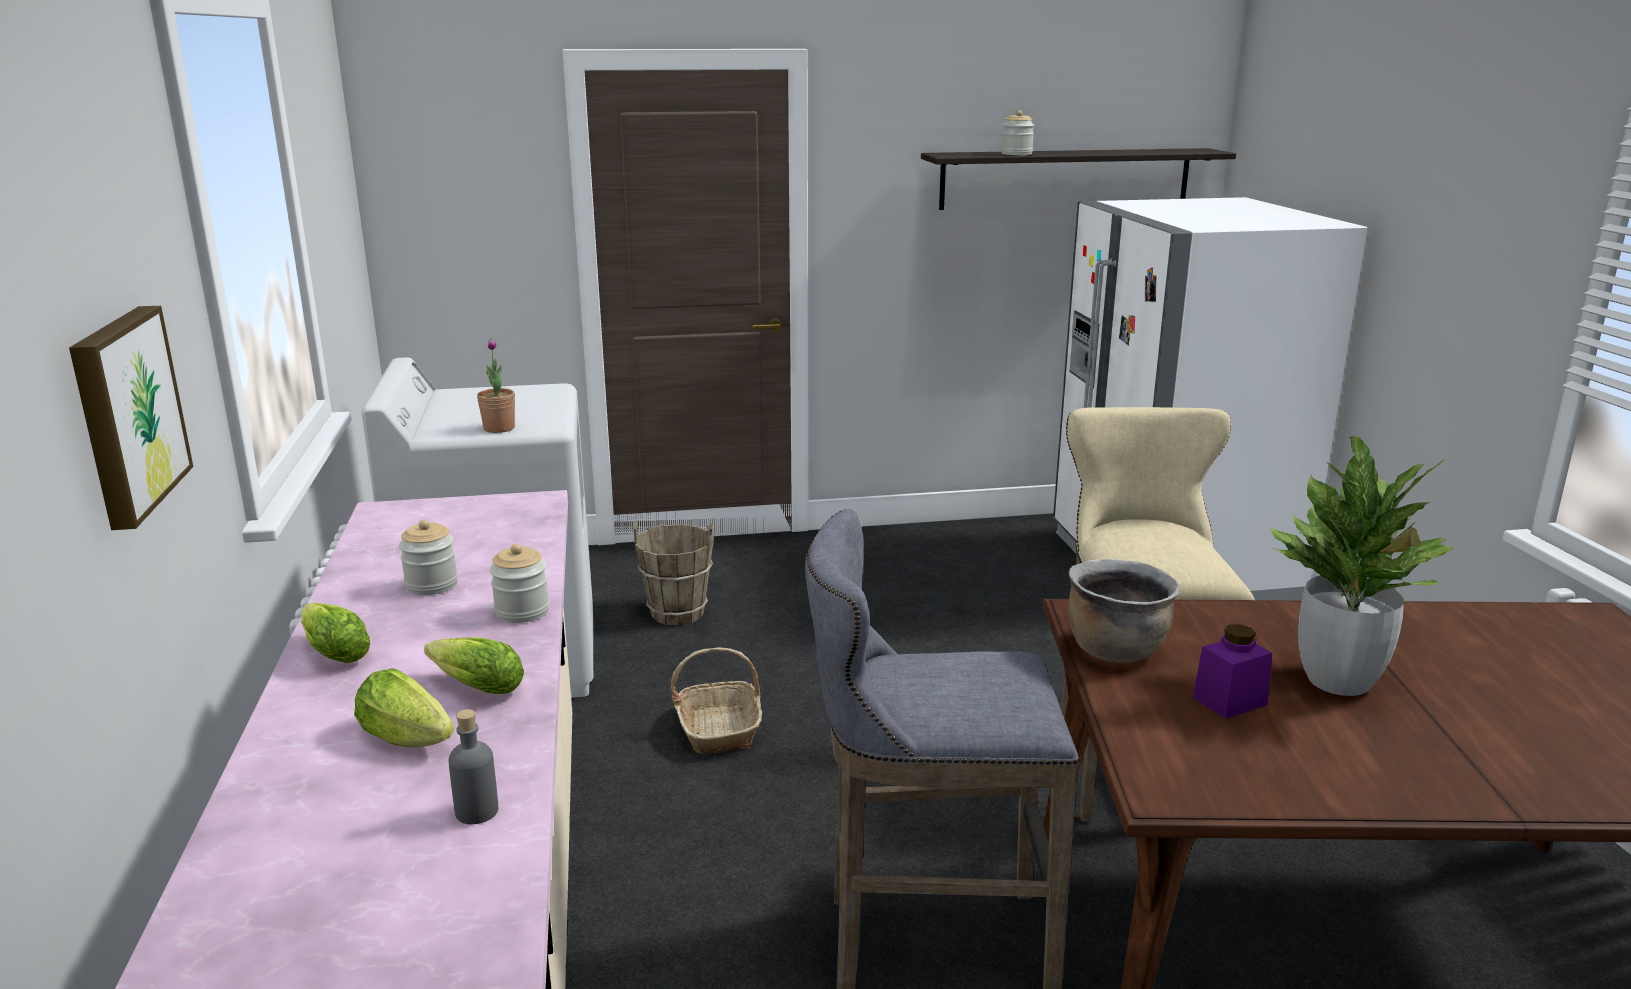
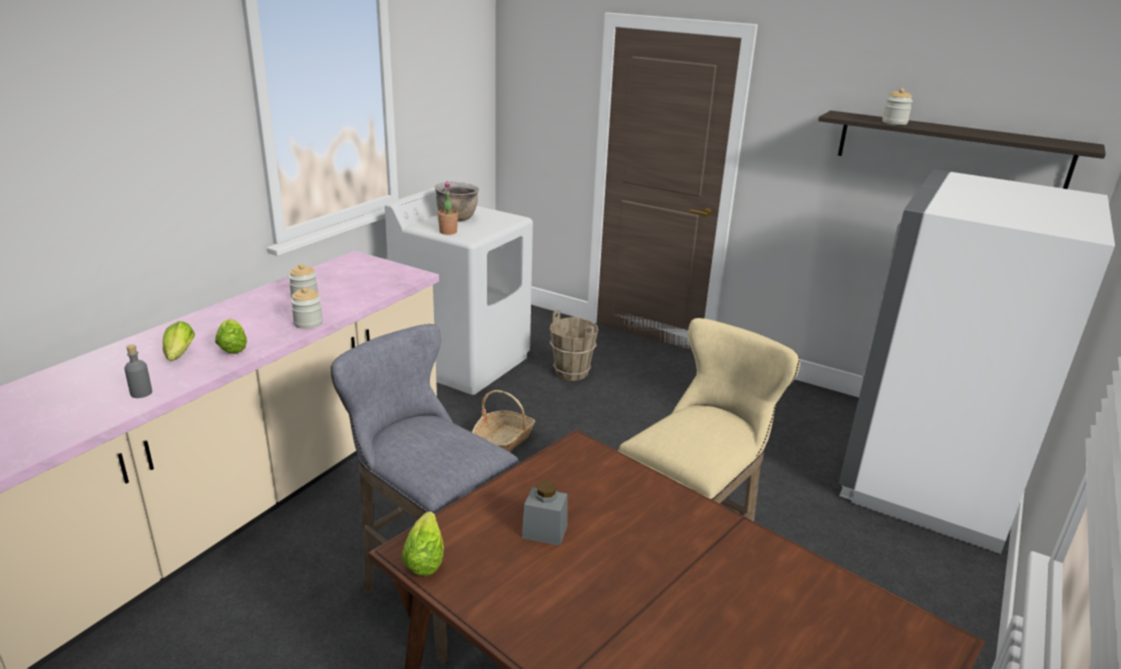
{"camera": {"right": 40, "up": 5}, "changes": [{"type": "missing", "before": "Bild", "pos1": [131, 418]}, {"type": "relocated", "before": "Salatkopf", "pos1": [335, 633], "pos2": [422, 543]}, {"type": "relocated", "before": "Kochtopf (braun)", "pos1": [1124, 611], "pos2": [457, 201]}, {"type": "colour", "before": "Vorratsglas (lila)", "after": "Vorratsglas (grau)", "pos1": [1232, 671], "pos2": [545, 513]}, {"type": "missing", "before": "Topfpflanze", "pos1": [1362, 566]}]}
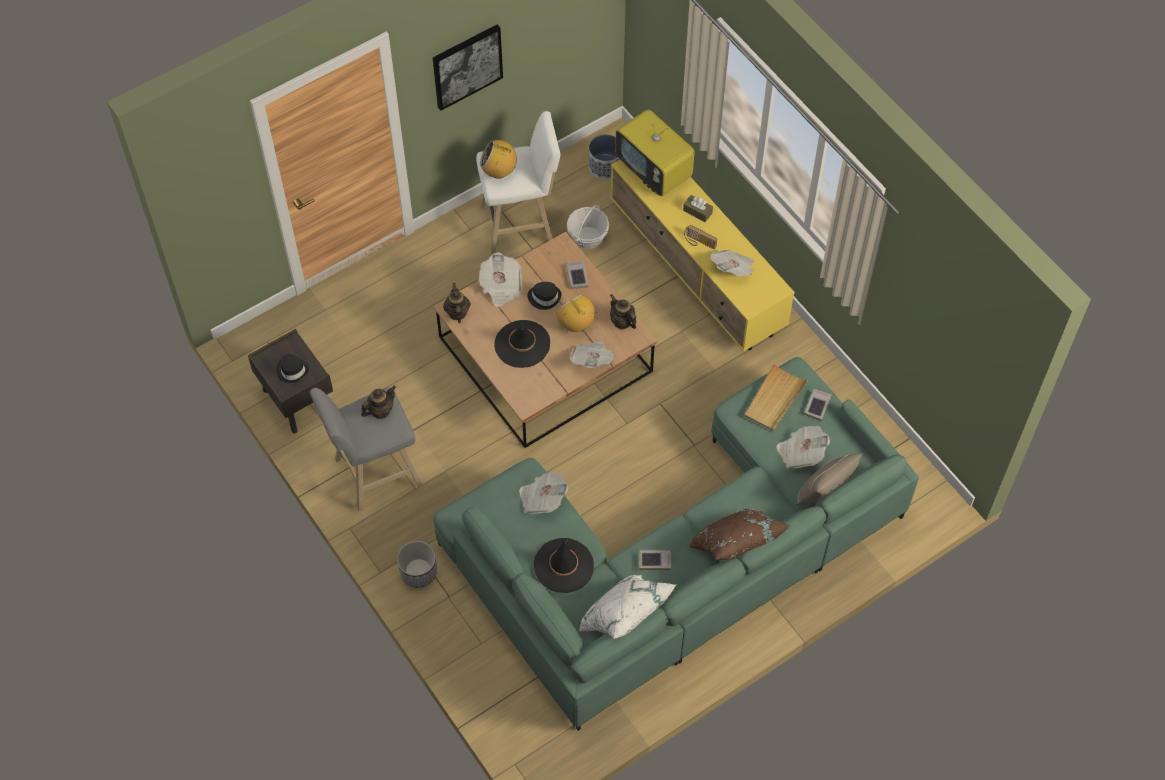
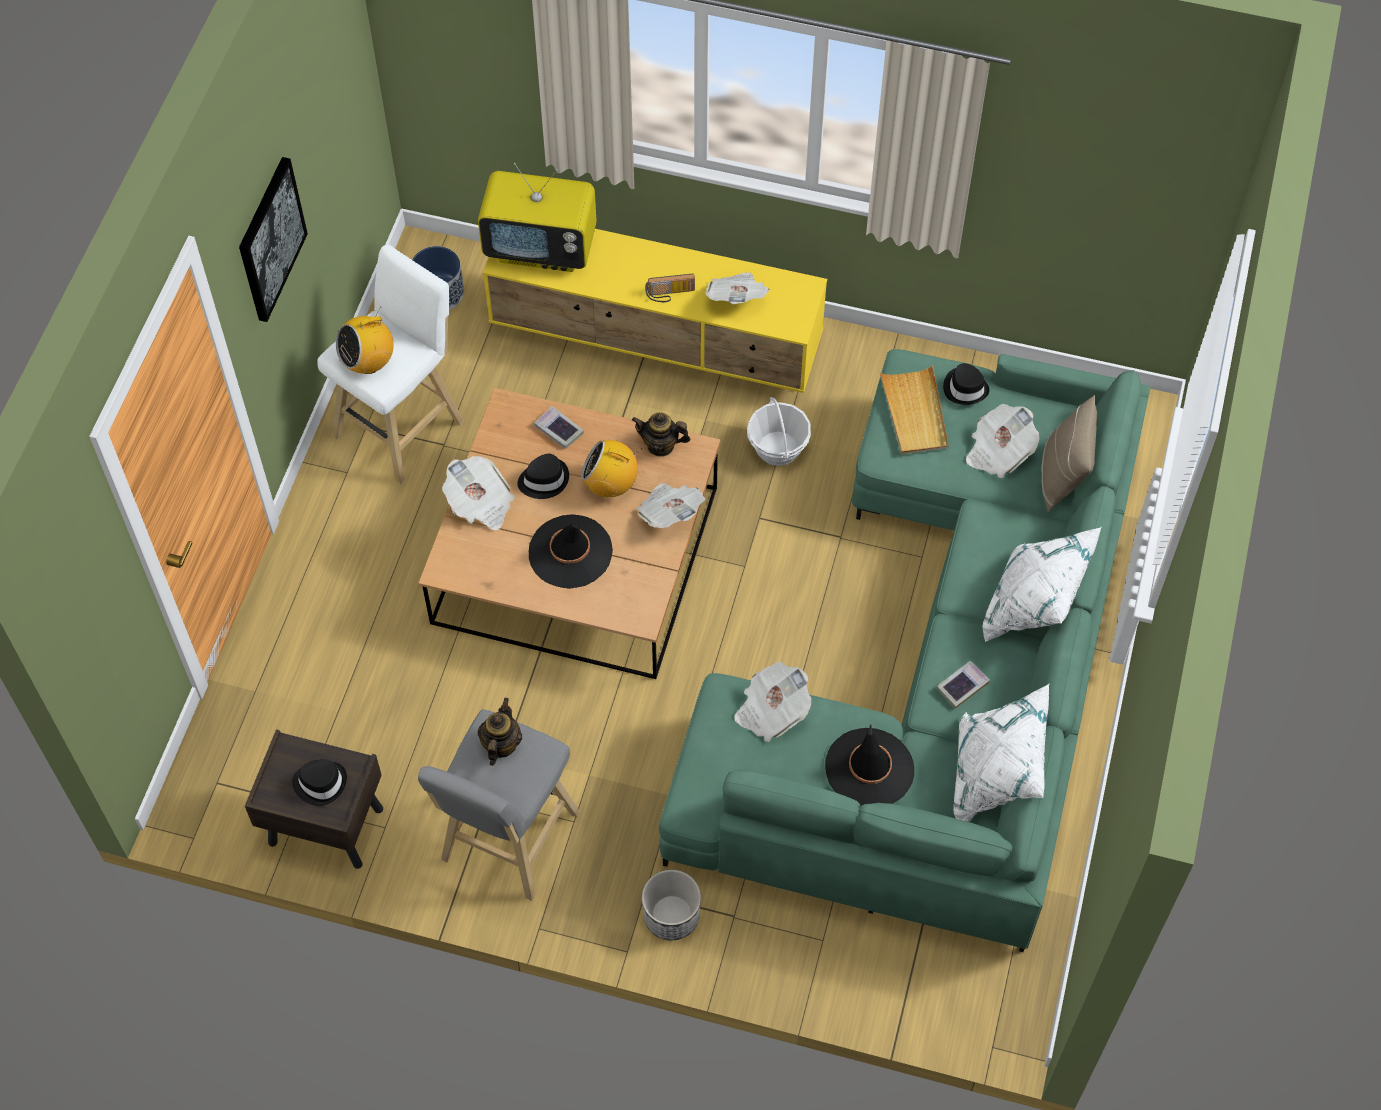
{"camera": {"right": -40, "up": 0}, "changes": [{"type": "missing", "before": "Teekanne", "pos1": [457, 303]}, {"type": "relocated", "before": "Korb", "pos1": [588, 227], "pos2": [779, 431]}, {"type": "missing", "before": "Taschentuchbox (braun)", "pos1": [698, 208]}, {"type": "colour", "before": "Kissen (braun)", "after": "Kissen (weiß)", "pos1": [740, 534], "pos2": [1042, 584]}, {"type": "exchanged", "before": "Buch", "after": "Hut (schwarz)", "pos1": [817, 405], "pos2": [966, 384]}]}
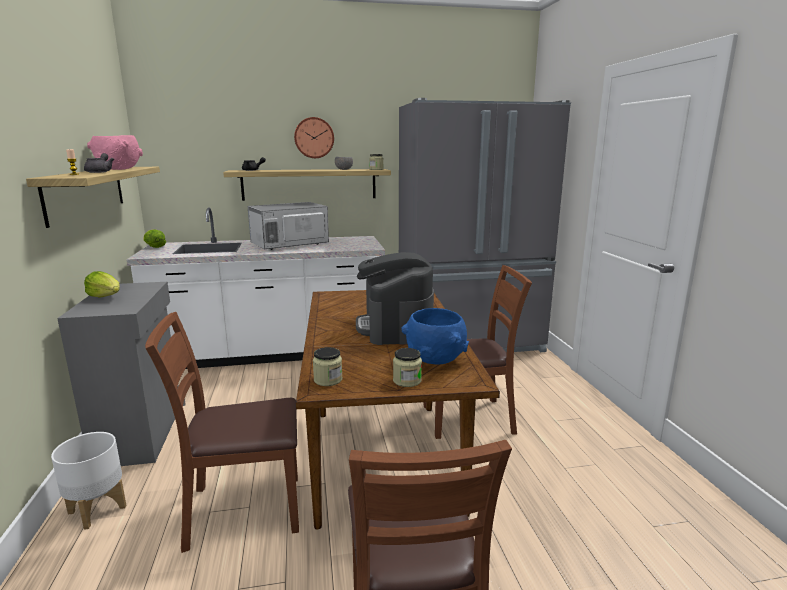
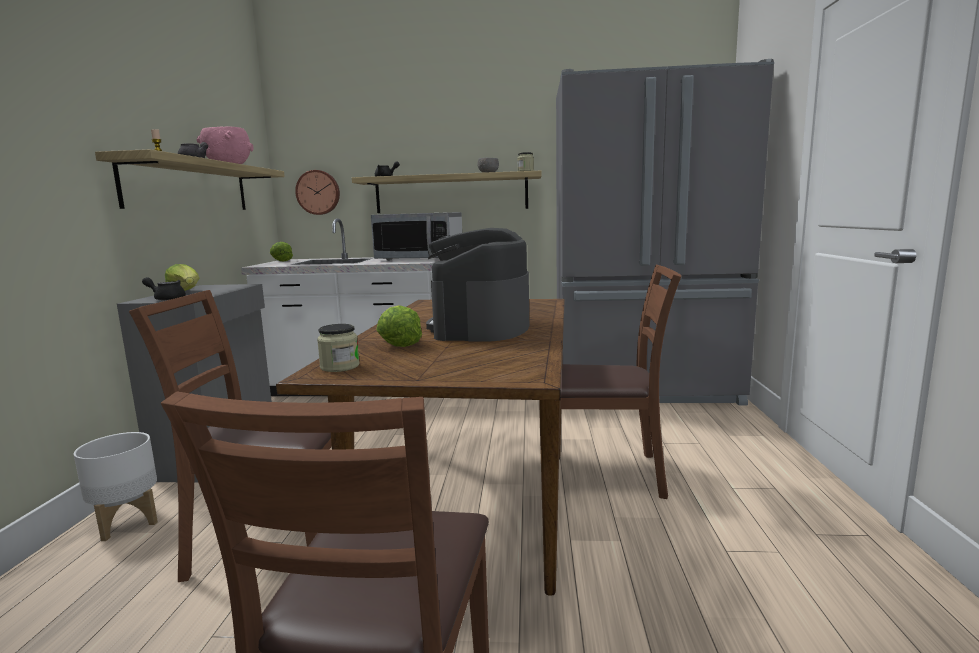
{"camera": {"right": 15, "up": -5}, "changes": [{"type": "spun", "before": "Mikrowelle", "pos1": [288, 226], "pos2": [416, 236], "turn": -150}, {"type": "relocated", "before": "Wanduhr", "pos1": [314, 137], "pos2": [317, 192]}, {"type": "missing", "before": "Vorratsglas", "pos1": [407, 367]}, {"type": "missing", "before": "Schüssel (blau)", "pos1": [435, 336]}, {"type": "appeared", "after": "Teekanne (schwarz)", "pos2": [164, 289]}, {"type": "appeared", "after": "Salatkopf", "pos2": [399, 326]}]}
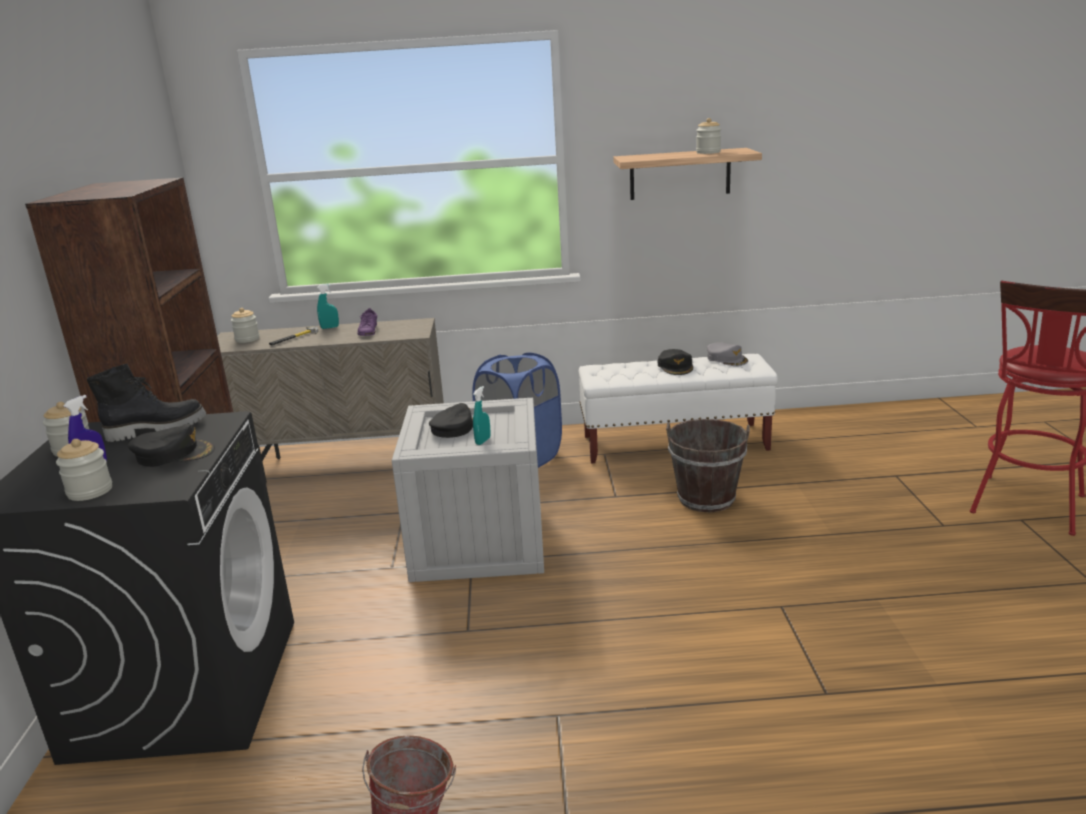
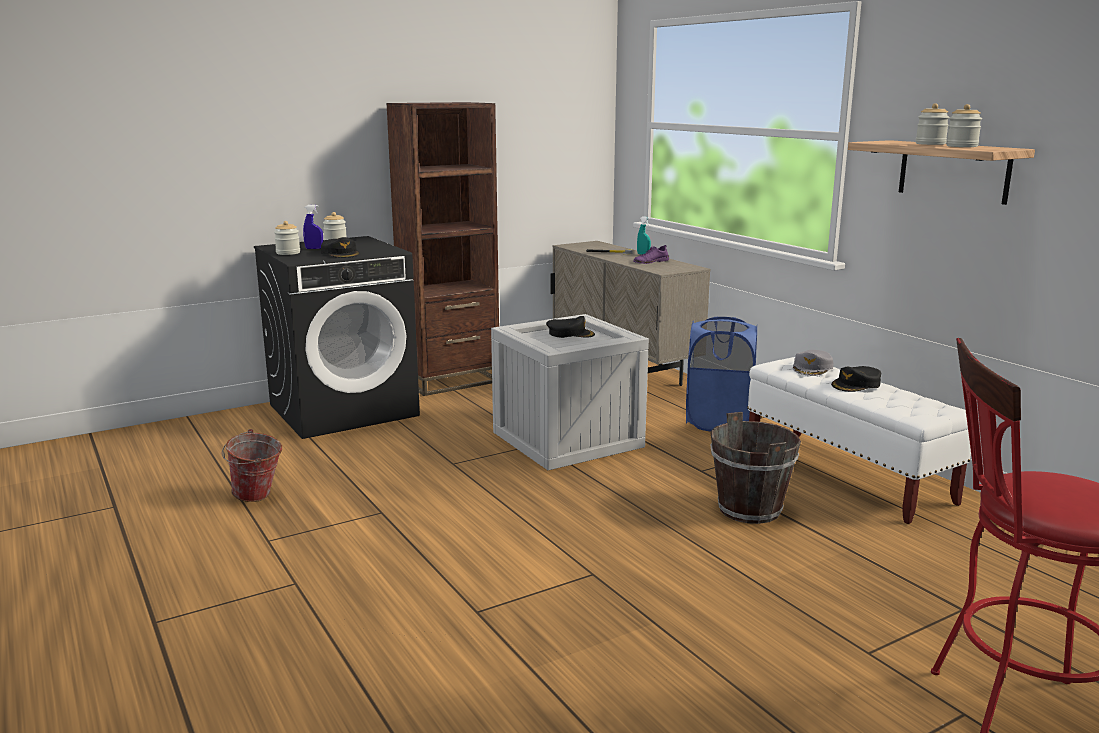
{"camera": {"right": 60, "up": -5}, "changes": [{"type": "missing", "before": "Stiefel (schwarz)", "pos1": [147, 403]}, {"type": "relocated", "before": "Vorratsglas", "pos1": [245, 325], "pos2": [933, 124]}, {"type": "missing", "before": "Sprühflasche (türkis)", "pos1": [482, 415]}, {"type": "relocated", "before": "Kappe (grau)", "pos1": [727, 354], "pos2": [813, 363]}]}
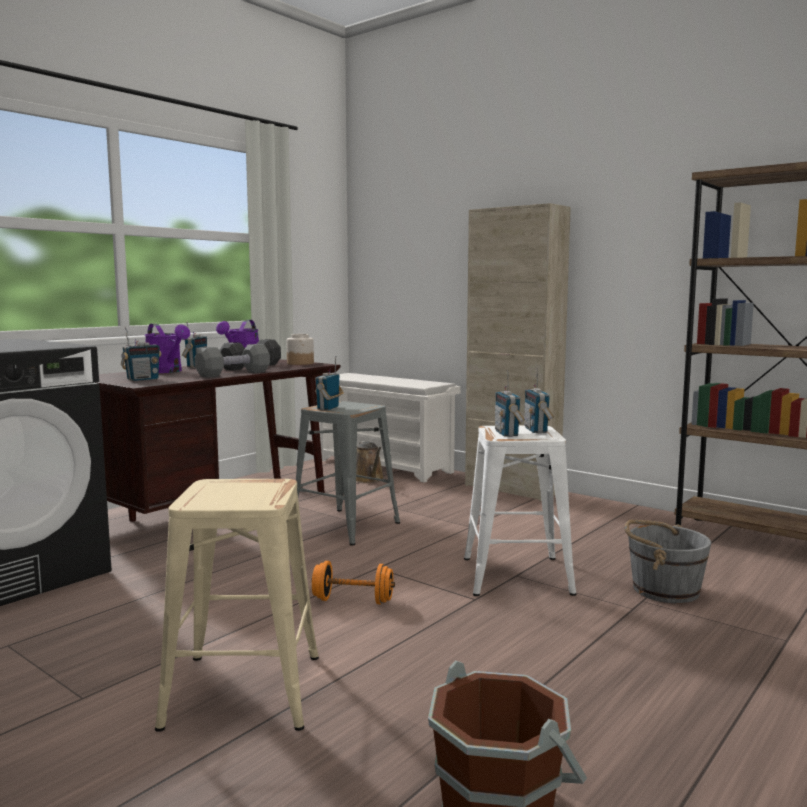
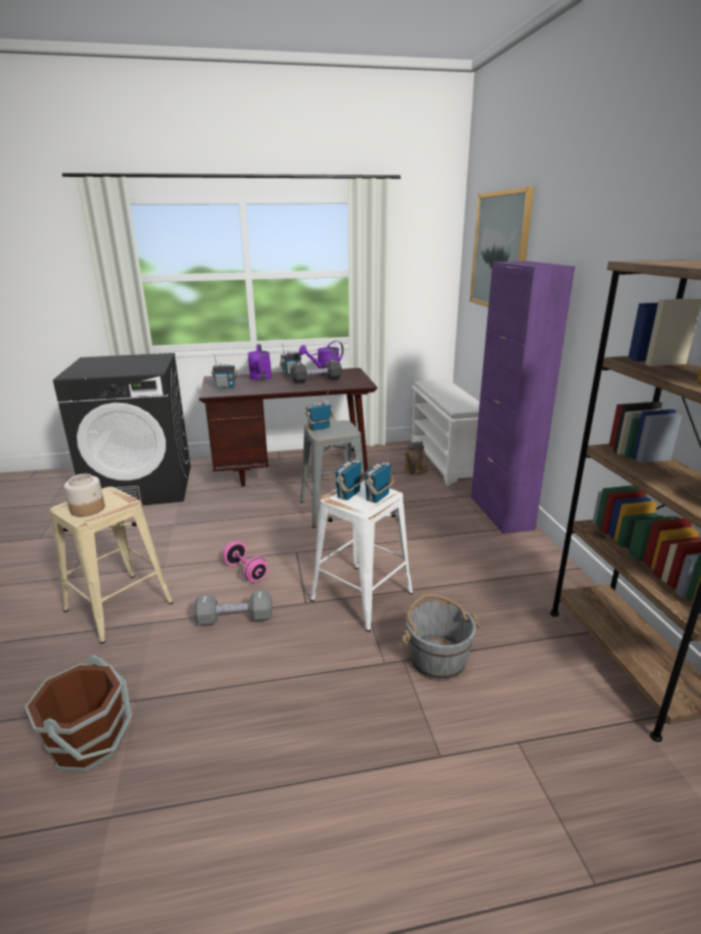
{"camera": {"right": 40, "up": 15}, "changes": [{"type": "relocated", "before": "Hantel (grau)", "pos1": [232, 361], "pos2": [233, 608]}, {"type": "relocated", "before": "Vorratsglas", "pos1": [300, 349], "pos2": [84, 495]}, {"type": "colour", "before": "Hantel (orange)", "after": "Hantel (rosa)", "pos1": [353, 582], "pos2": [245, 561]}, {"type": "colour", "before": "Schrank (beige)", "after": "Schrank (lila)", "pos1": [518, 352], "pos2": [523, 397]}, {"type": "appeared", "after": "Bild", "pos2": [502, 247]}]}
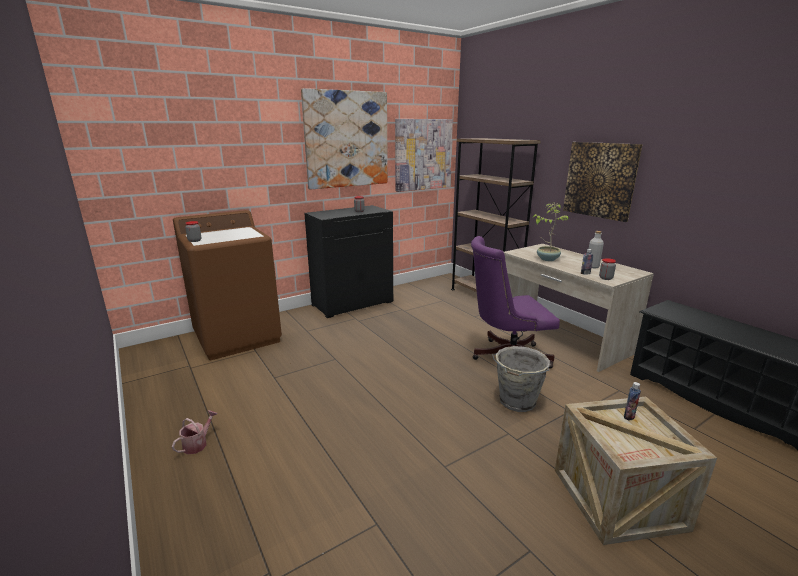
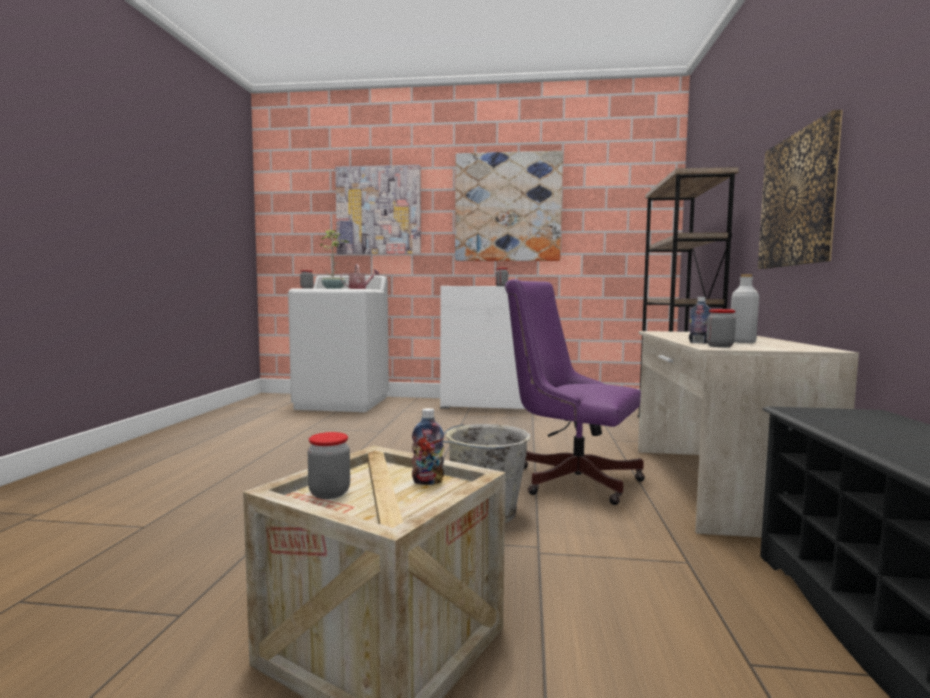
{"camera": {"right": 40, "up": -15}, "changes": [{"type": "relocated", "before": "Gießkanne", "pos1": [195, 432], "pos2": [360, 276]}, {"type": "colour", "before": "Waschmaschine (braun)", "after": "Waschmaschine (weiß)", "pos1": [227, 285], "pos2": [338, 344]}, {"type": "colour", "before": "Schrank (schwarz)", "after": "Schrank (weiß)", "pos1": [348, 261], "pos2": [482, 347]}, {"type": "relocated", "before": "Bild", "pos1": [424, 155], "pos2": [378, 209]}, {"type": "relocated", "before": "Topfpflanze", "pos1": [551, 231], "pos2": [335, 259]}, {"type": "appeared", "after": "Vorratsglas", "pos2": [329, 465]}]}
